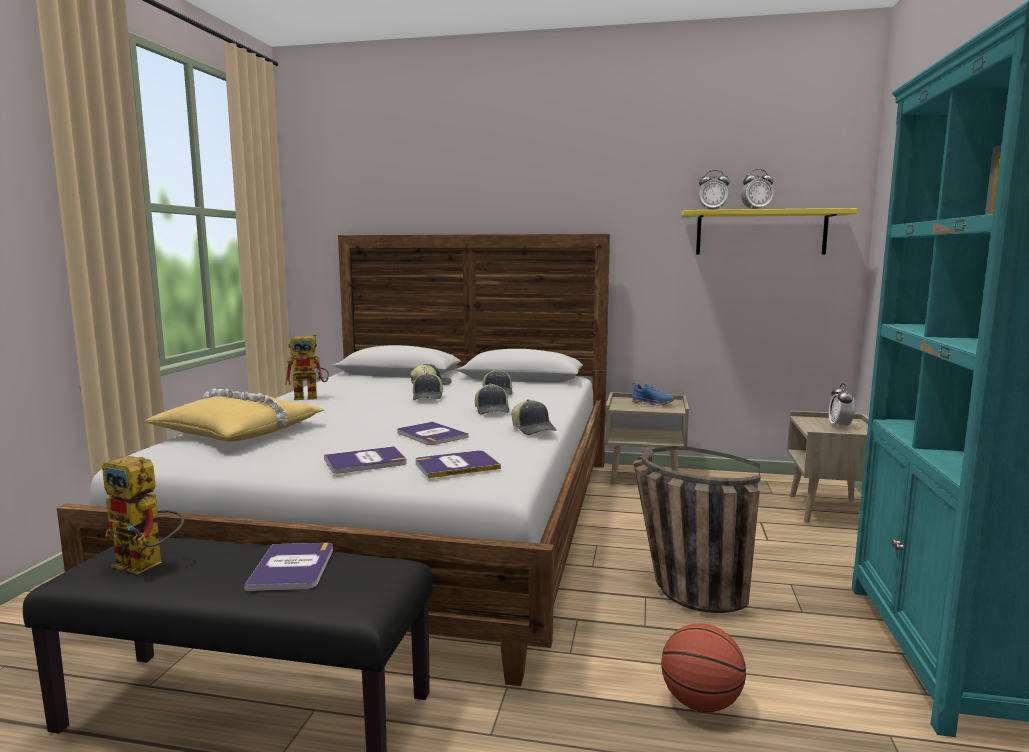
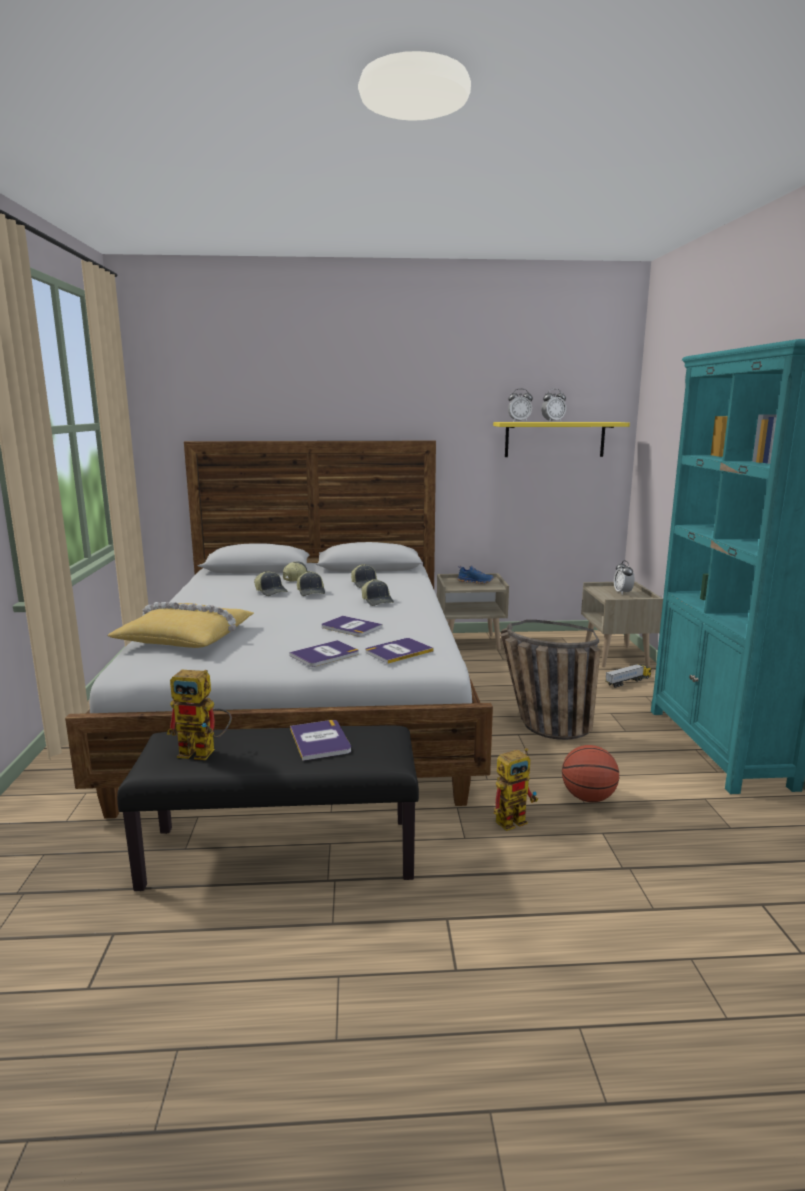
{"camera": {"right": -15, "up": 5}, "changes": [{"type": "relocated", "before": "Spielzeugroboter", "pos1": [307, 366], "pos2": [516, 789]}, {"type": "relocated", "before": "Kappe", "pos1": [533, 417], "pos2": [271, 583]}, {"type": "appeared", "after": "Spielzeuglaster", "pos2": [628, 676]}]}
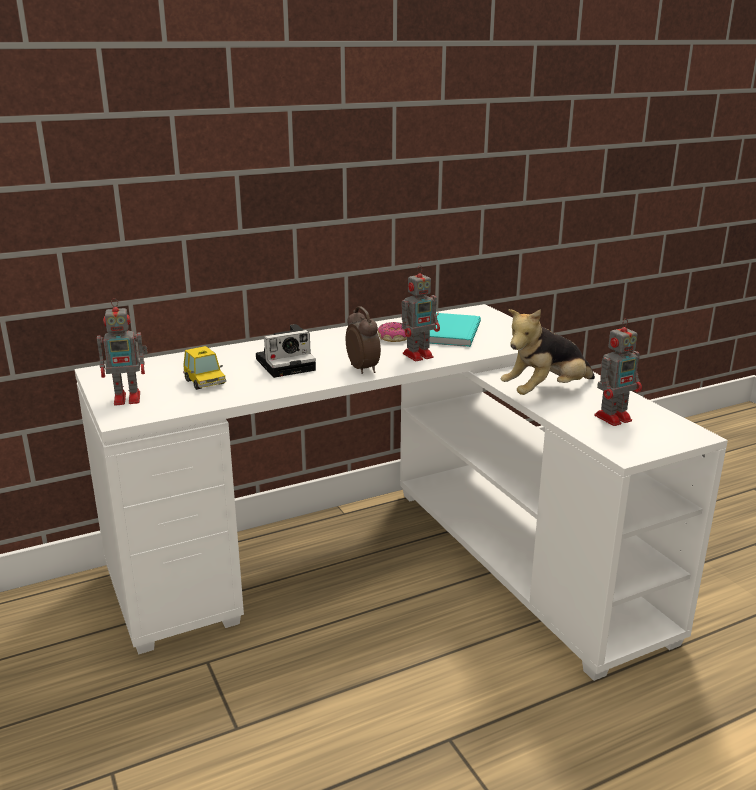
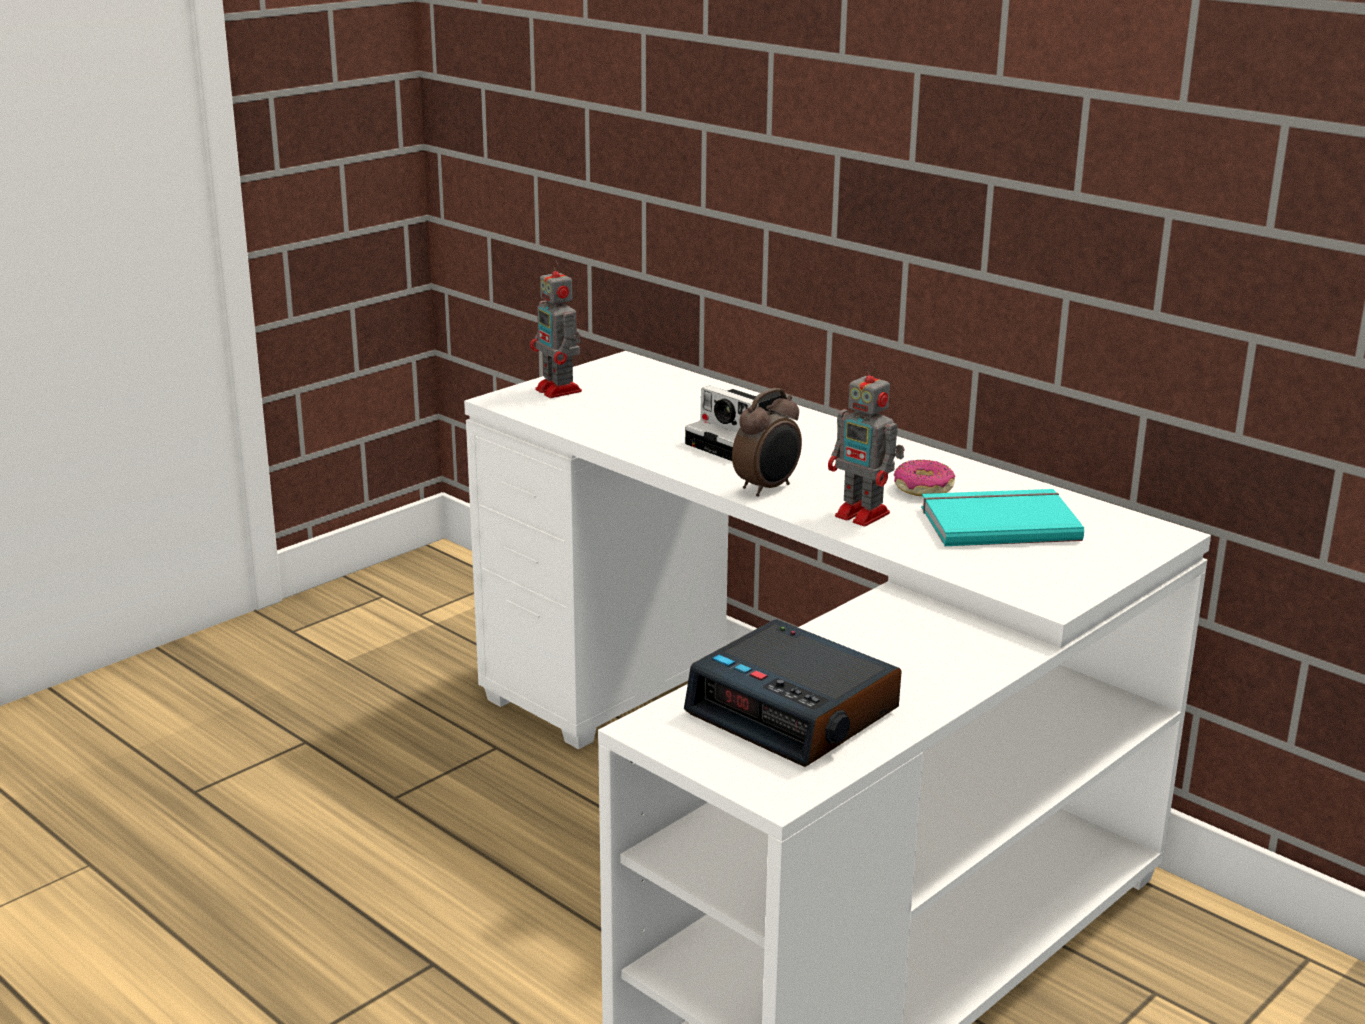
{"camera": {"right": 70, "up": 0}, "changes": [{"type": "missing", "before": "Spielzeugauto", "pos1": [204, 368]}, {"type": "missing", "before": "Plüschtier", "pos1": [548, 352]}, {"type": "exchanged", "before": "Spielzeugroboter", "after": "Wecker", "pos1": [618, 372], "pos2": [793, 693]}]}
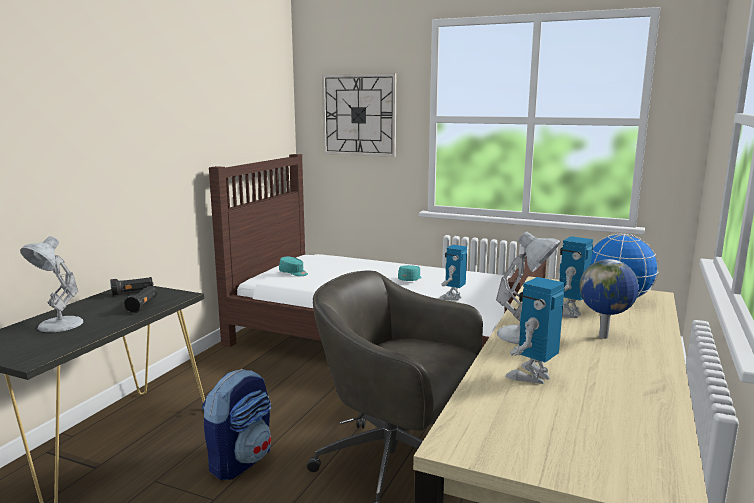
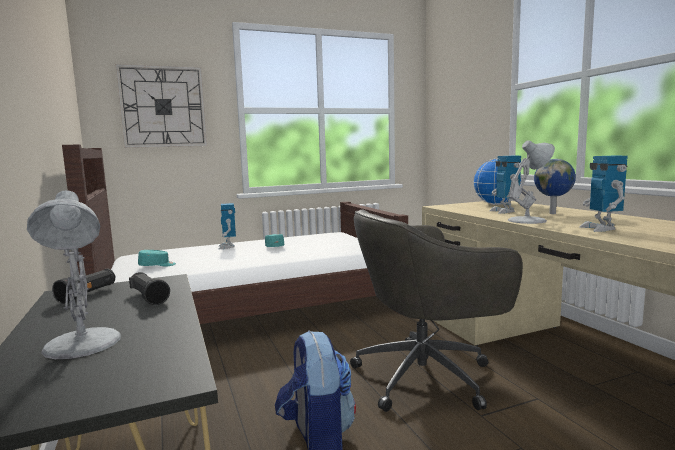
{"camera": {"right": -45, "up": -5}, "changes": [{"type": "relocated", "before": "Spielzeugroboter", "pos1": [453, 272], "pos2": [227, 226]}]}
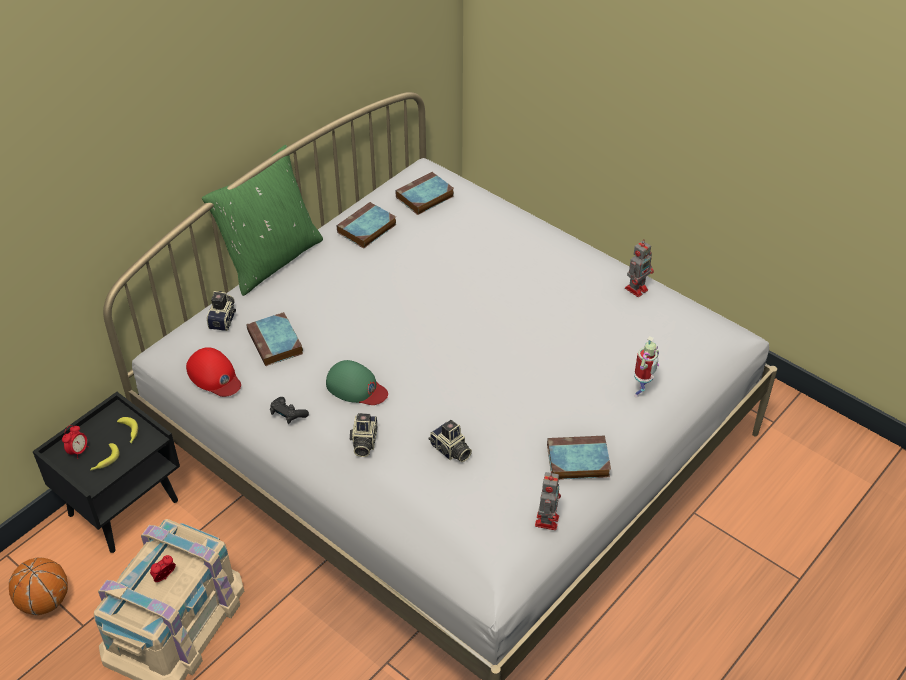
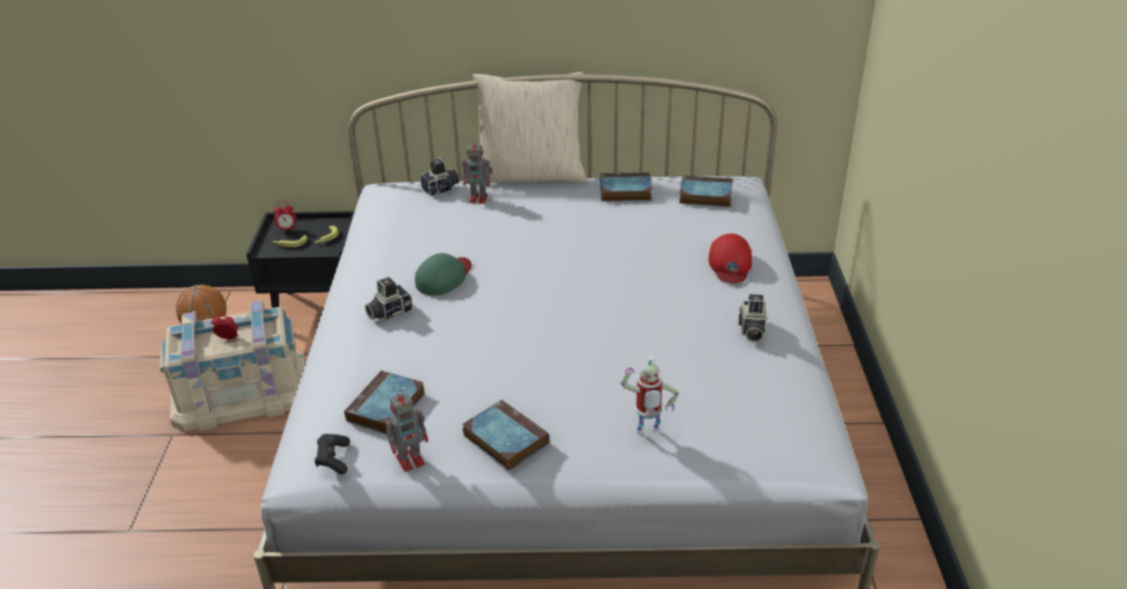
{"camera": {"right": 50, "up": -10}, "changes": [{"type": "relocated", "before": "Kappe (rot)", "pos1": [213, 372], "pos2": [730, 258]}, {"type": "colour", "before": "Kissen (grün)", "after": "Kissen (beige)", "pos1": [262, 220], "pos2": [529, 128]}, {"type": "relocated", "before": "Buch", "pos1": [274, 339], "pos2": [384, 402]}, {"type": "relocated", "before": "Gamepad (schwarz)", "pos1": [289, 410], "pos2": [332, 454]}, {"type": "spun", "before": "Kappe (grün)", "pos1": [357, 382], "pos2": [443, 274], "turn": -135}, {"type": "relocated", "before": "Kamera", "pos1": [450, 441], "pos2": [752, 318]}, {"type": "relocated", "before": "Spielzeugroboter", "pos1": [639, 268], "pos2": [477, 171]}]}
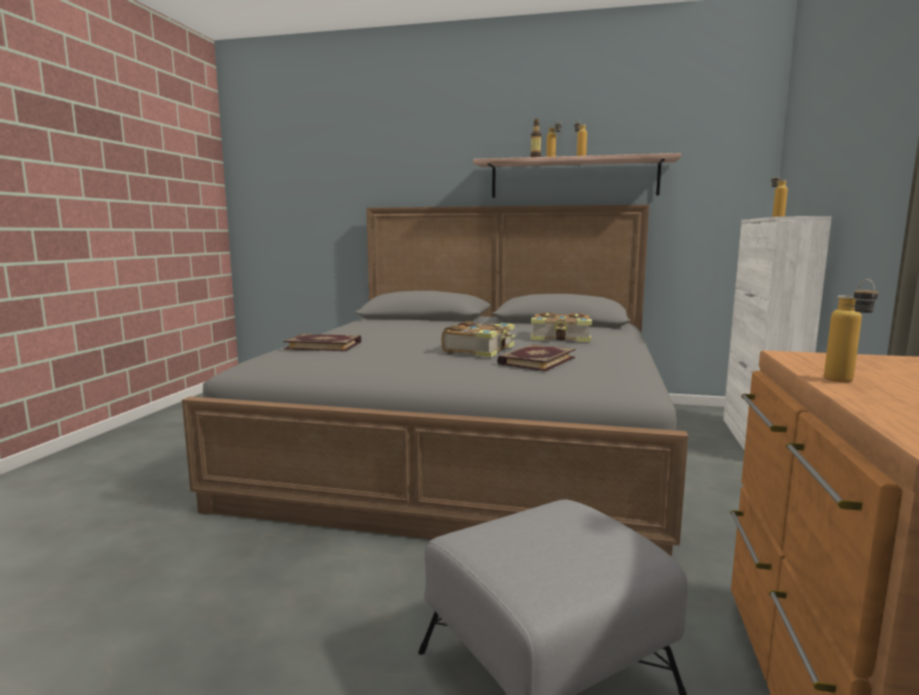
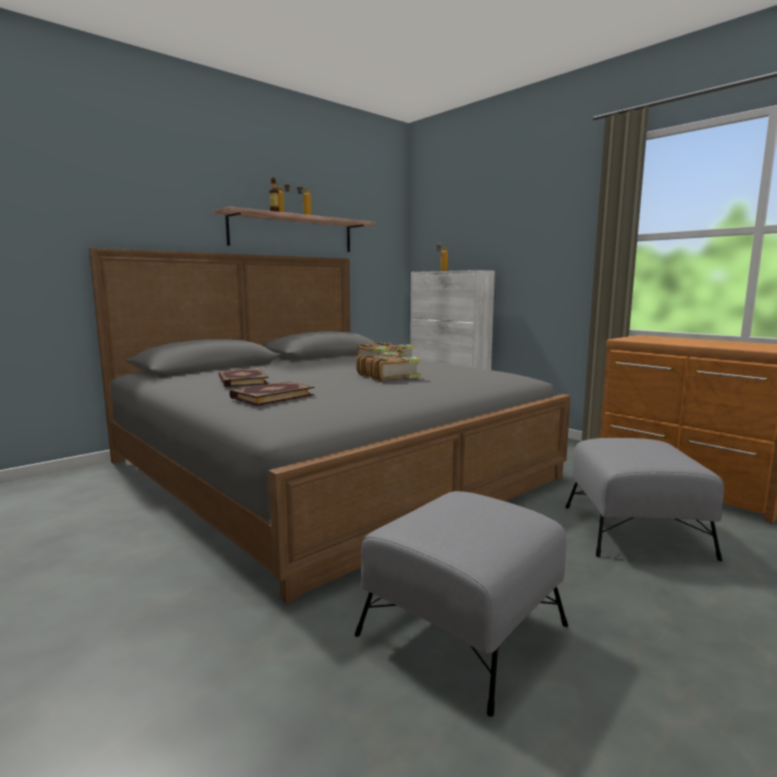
{"camera": {"right": -55, "up": 0}, "changes": [{"type": "relocated", "before": "Buch", "pos1": [536, 357], "pos2": [243, 377]}, {"type": "missing", "before": "Flasche", "pos1": [851, 330]}, {"type": "appeared", "after": "Polsterhocker (grau)", "pos2": [461, 604]}]}
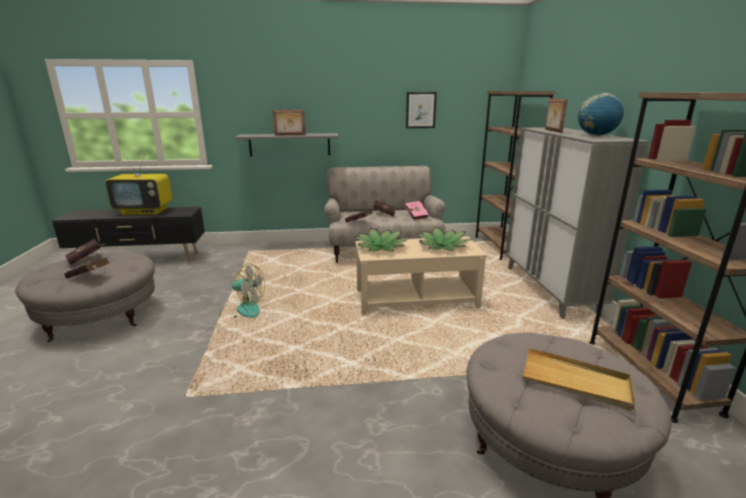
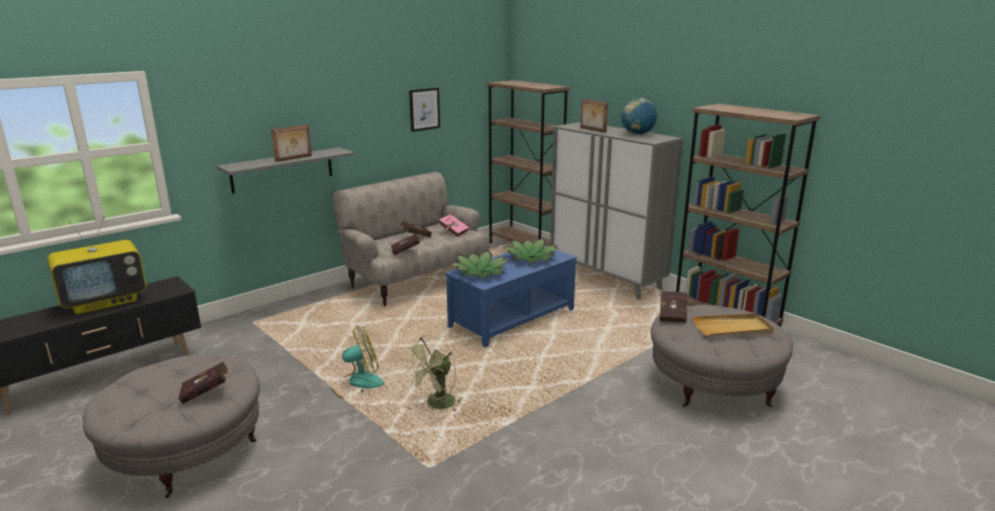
{"camera": {"right": -35, "up": 0}, "changes": [{"type": "relocated", "before": "Buch (rot)", "pos1": [85, 252], "pos2": [673, 307]}, {"type": "colour", "before": "Couchtisch (beige)", "after": "Couchtisch (blau)", "pos1": [421, 276], "pos2": [511, 296]}, {"type": "appeared", "after": "Ventilator (grün)", "pos2": [433, 373]}]}
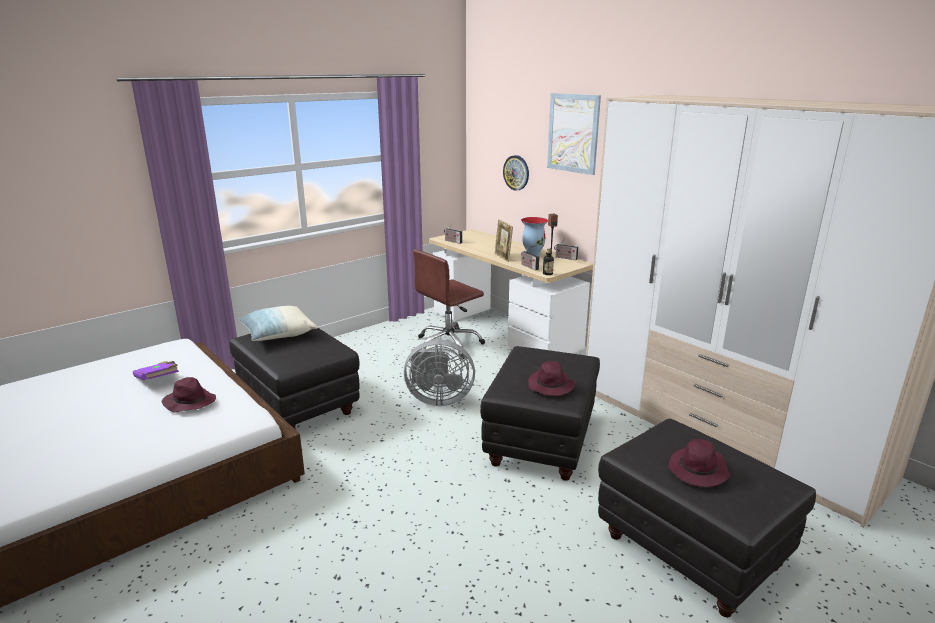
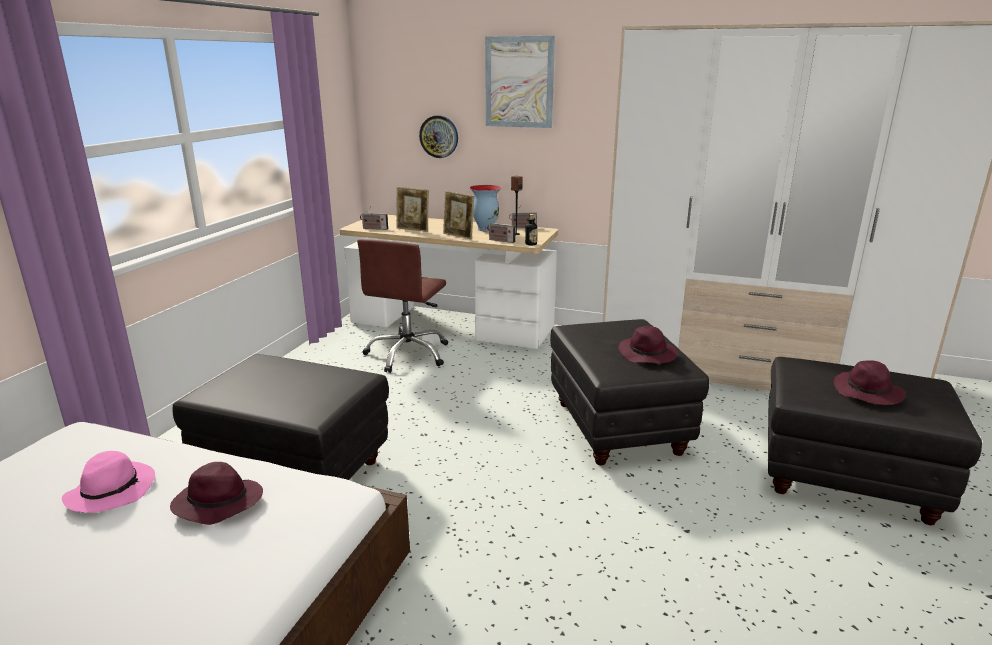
{"camera": {"right": -30, "up": 0}, "changes": [{"type": "exchanged", "before": "Buch (lila)", "after": "Hut (rosa)", "pos1": [156, 371], "pos2": [108, 482]}, {"type": "missing", "before": "Kissen", "pos1": [278, 323]}, {"type": "missing", "before": "Ventilator (grau)", "pos1": [439, 372]}, {"type": "appeared", "after": "Bilderrahmen", "pos2": [413, 209]}]}
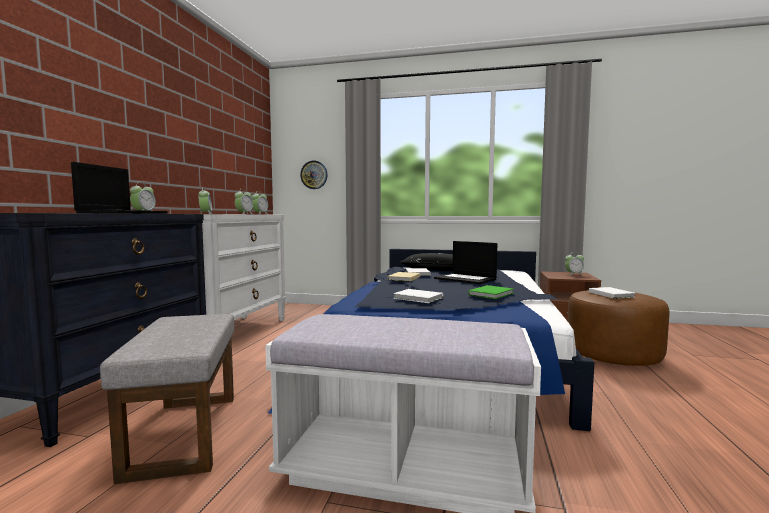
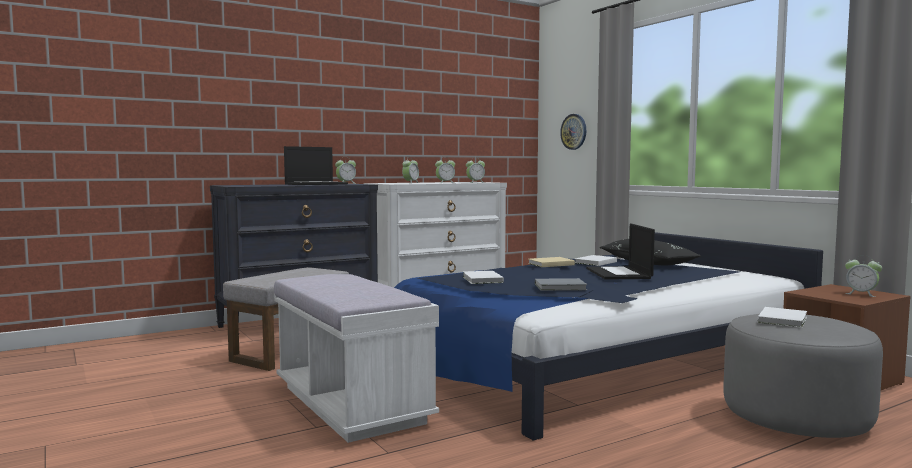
{"camera": {"right": 45, "up": 0}, "changes": [{"type": "colour", "before": "Buch (grün)", "after": "Buch (grau)", "pos1": [491, 292], "pos2": [561, 284]}, {"type": "colour", "before": "Polsterhocker (braun)", "after": "Polsterhocker (grau)", "pos1": [618, 328], "pos2": [803, 376]}]}
